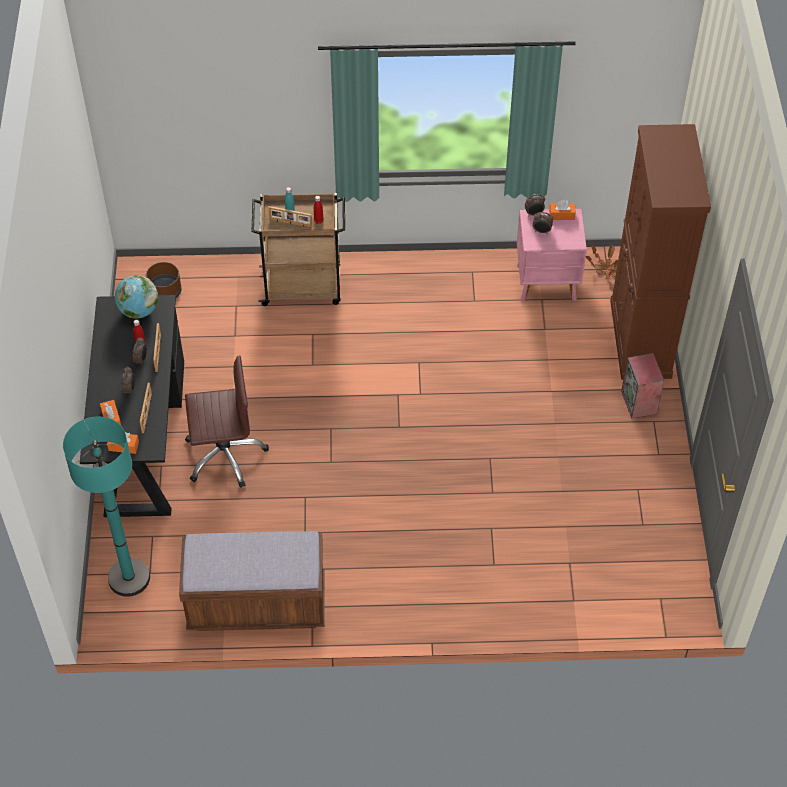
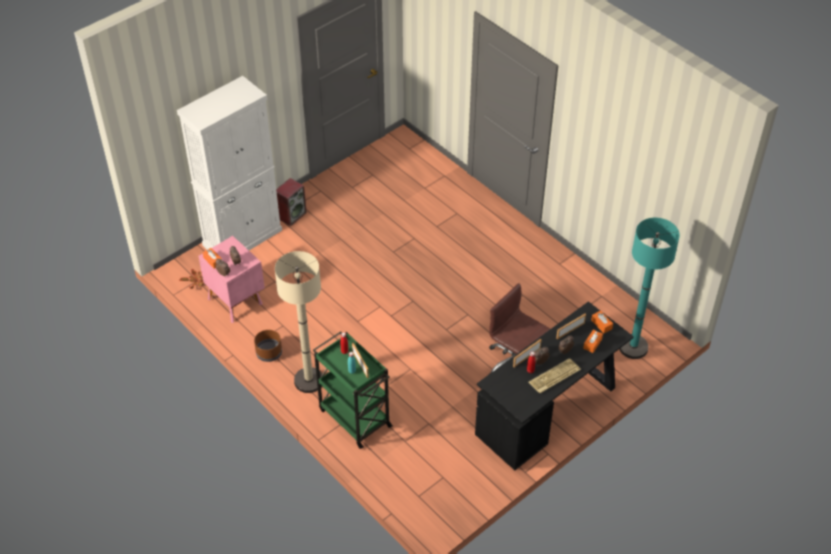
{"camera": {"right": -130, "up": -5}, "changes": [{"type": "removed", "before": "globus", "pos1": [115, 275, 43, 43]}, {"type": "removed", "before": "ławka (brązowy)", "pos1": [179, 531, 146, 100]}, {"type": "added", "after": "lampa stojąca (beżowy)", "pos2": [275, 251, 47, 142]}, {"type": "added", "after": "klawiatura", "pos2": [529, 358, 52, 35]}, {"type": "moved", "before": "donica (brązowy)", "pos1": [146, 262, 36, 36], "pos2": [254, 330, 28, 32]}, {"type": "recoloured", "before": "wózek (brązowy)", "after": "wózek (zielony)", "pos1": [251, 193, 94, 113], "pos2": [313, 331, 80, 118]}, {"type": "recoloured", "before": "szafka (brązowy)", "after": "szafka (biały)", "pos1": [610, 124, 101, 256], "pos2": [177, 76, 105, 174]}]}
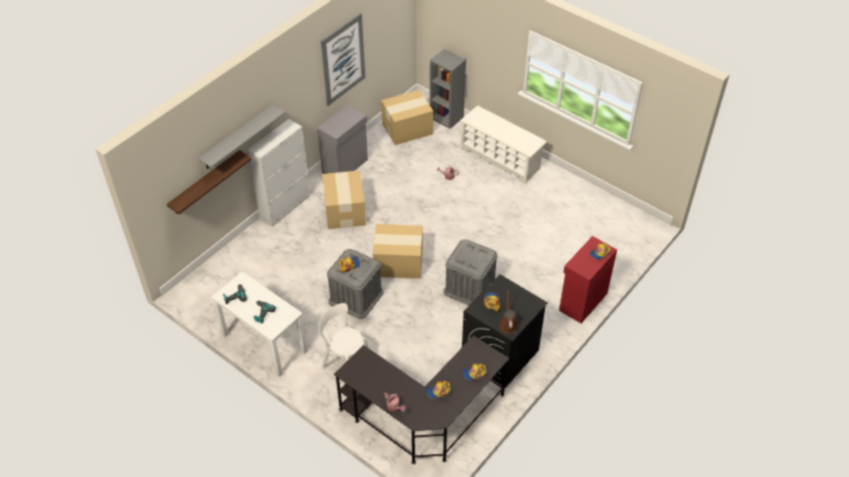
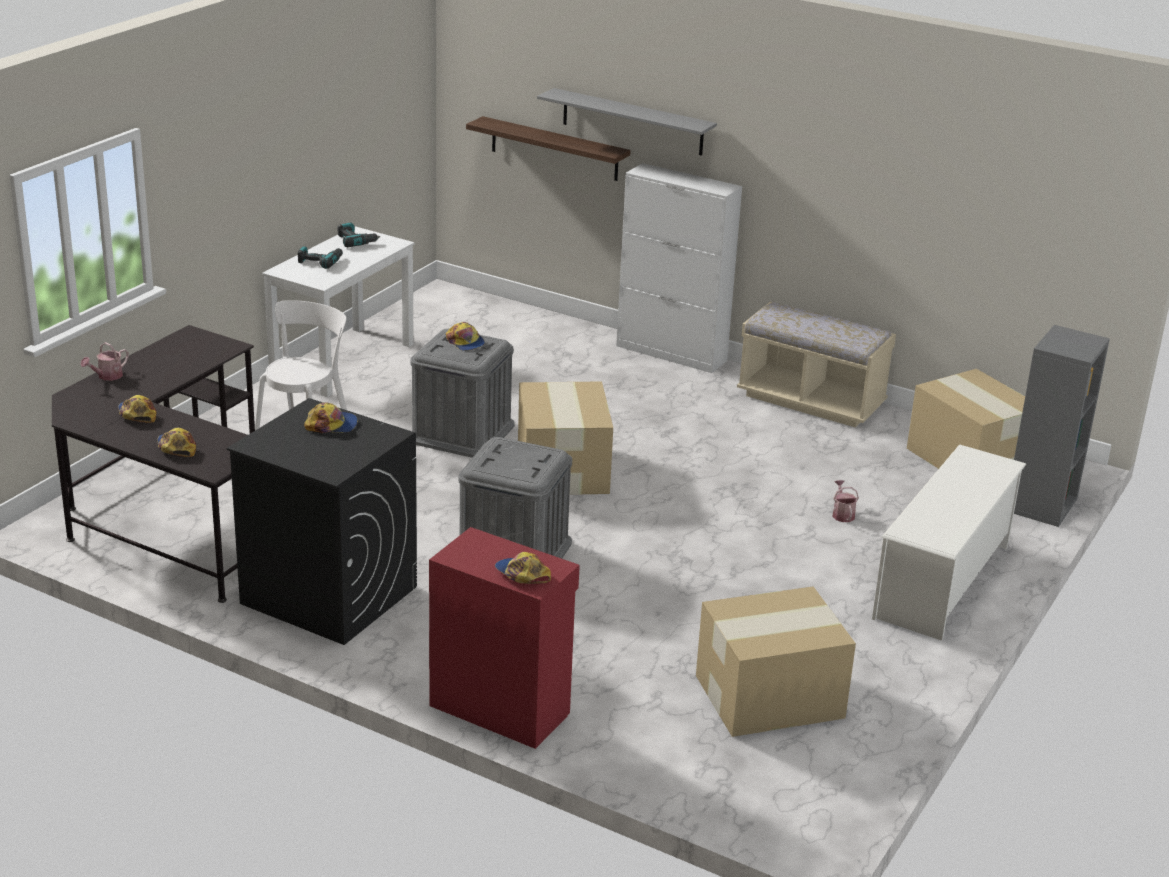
{"camera": {"right": 80, "up": -20}, "changes": [{"type": "removed", "before": "obraz", "pos1": [321, 13, 44, 93]}, {"type": "removed", "before": "konewka (brązowy)", "pos1": [499, 291, 19, 43]}, {"type": "moved", "before": "karton", "pos1": [322, 170, 44, 59], "pos2": [696, 586, 160, 151]}, {"type": "replaced", "before": "szafka (szary)", "after": "ławka (beżowy)", "pos1": [317, 105, 51, 69], "pos2": [737, 302, 159, 125]}]}
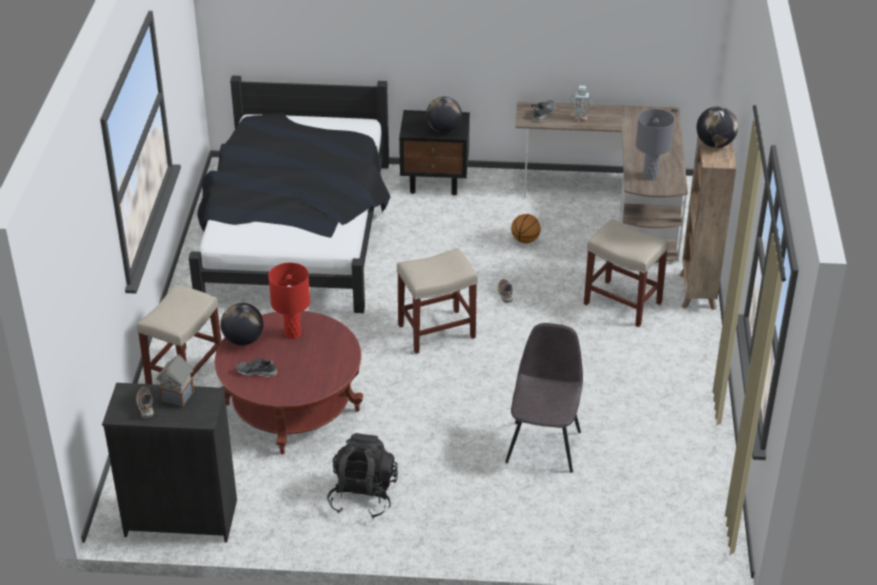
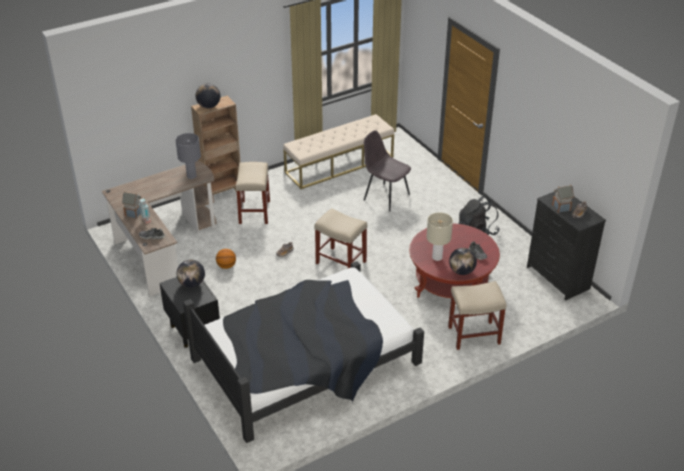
{"camera": {"right": -125, "up": 0}, "changes": [{"type": "added", "after": "domek", "pos2": [122, 192, 19, 27]}, {"type": "added", "after": "ławka (beżowy)", "pos2": [283, 114, 111, 75]}, {"type": "recoloured", "before": "lampa stołowa (czerwony)", "after": "lampa stołowa (beżowy)", "pos1": [268, 263, 42, 76], "pos2": [426, 212, 27, 49]}, {"type": "turned", "before": "krzesło (szary)", "pos1": [505, 323, 78, 150], "pos2": [364, 130, 47, 82], "turn": 60}]}
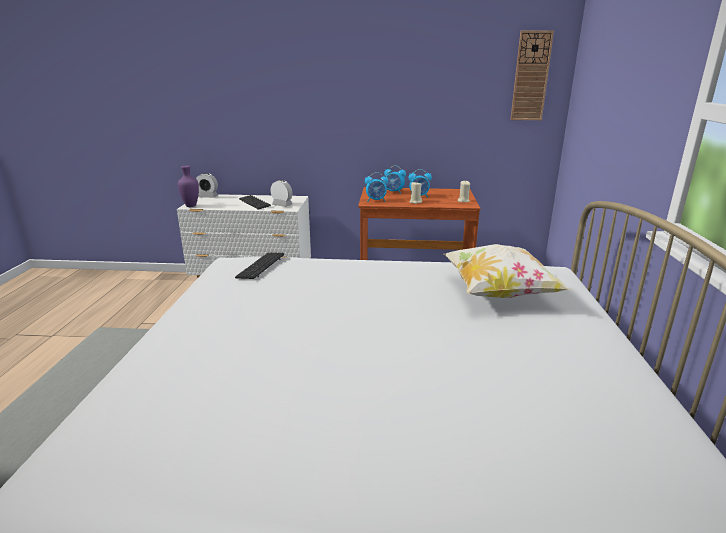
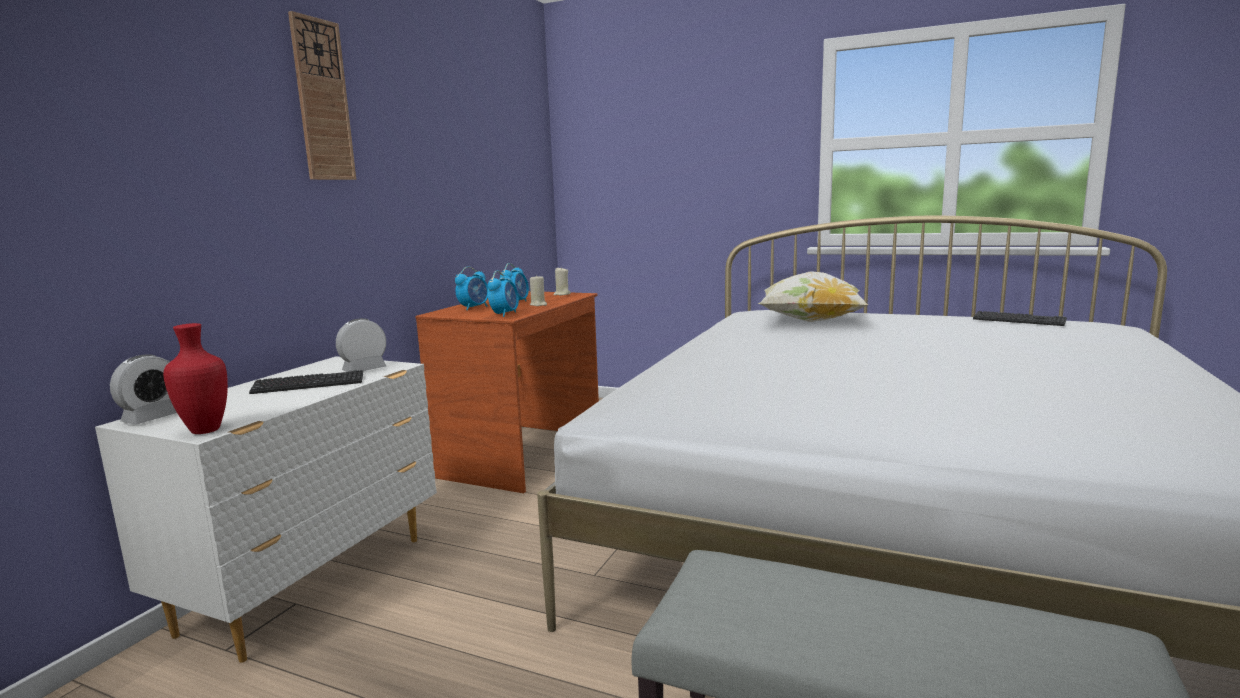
{"camera": {"right": -70, "up": -10}, "changes": [{"type": "moved", "before": "klawiatura", "pos1": [235, 252, 49, 27], "pos2": [973, 311, 94, 15]}, {"type": "moved", "before": "zegar ścienny", "pos1": [510, 30, 44, 90], "pos2": [288, 11, 68, 169]}, {"type": "recoloured", "before": "wazon (fioletowy)", "after": "wazon (czerwony)", "pos1": [178, 166, 21, 41], "pos2": [163, 323, 65, 111]}]}
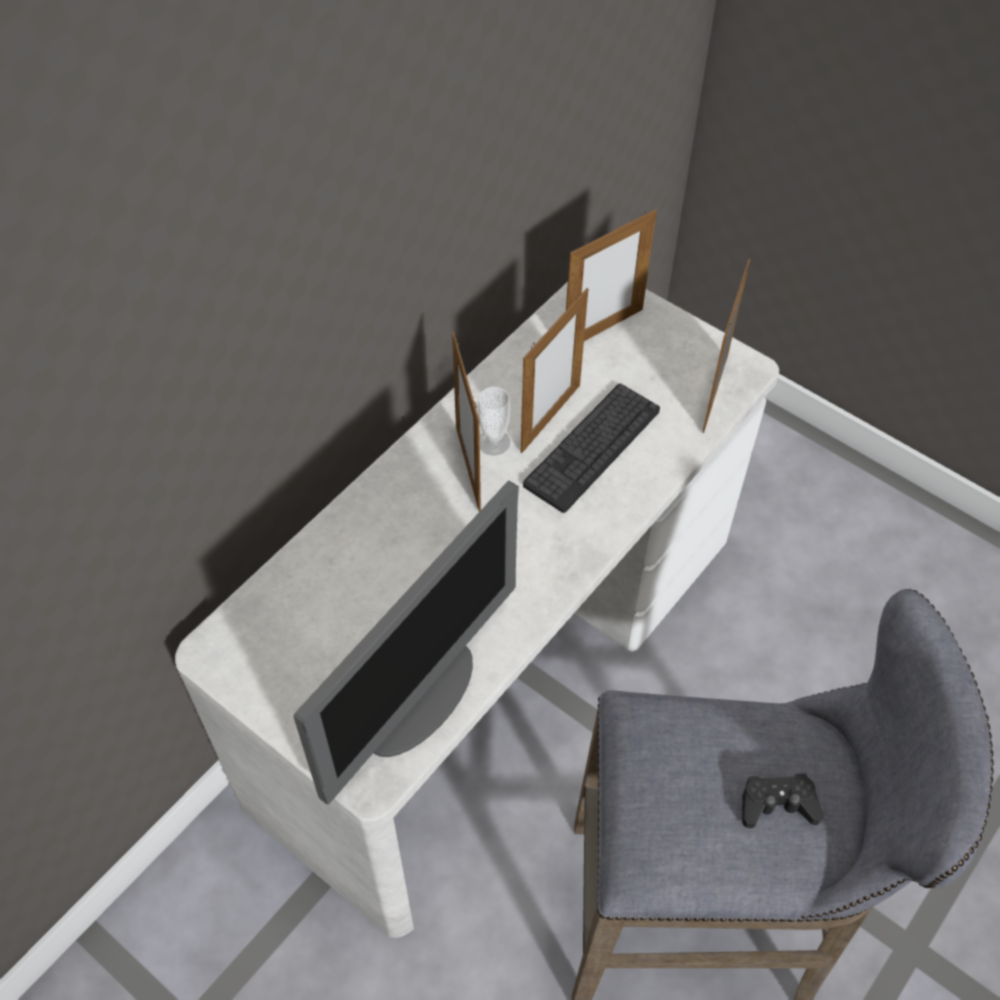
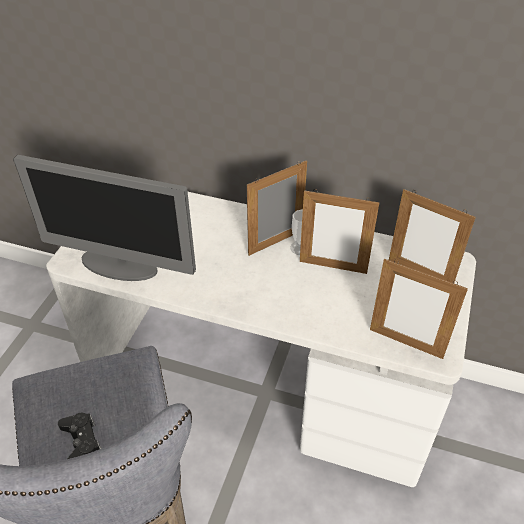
{"camera": {"right": 70, "up": -10}, "changes": [{"type": "removed", "before": "klawiatura", "pos1": [523, 384, 137, 129]}, {"type": "turned", "before": "ramka na zdjęcie", "pos1": [702, 259, 48, 174], "pos2": [370, 259, 98, 100], "turn": -150}]}
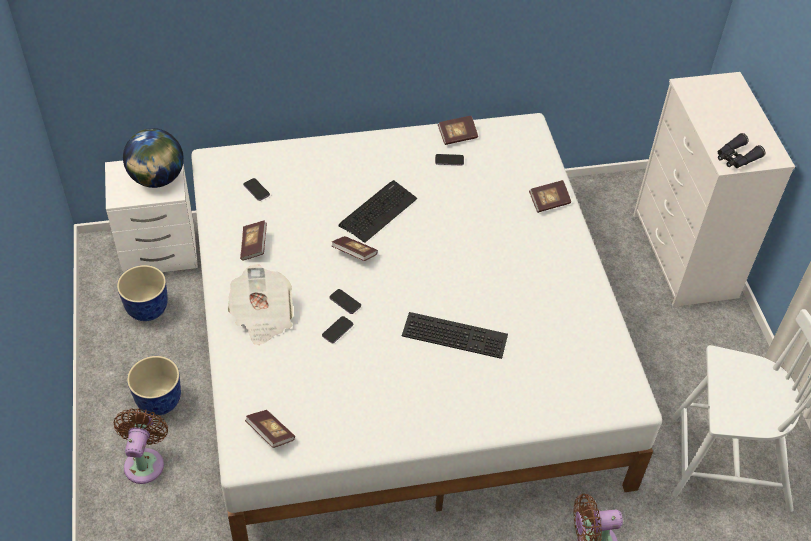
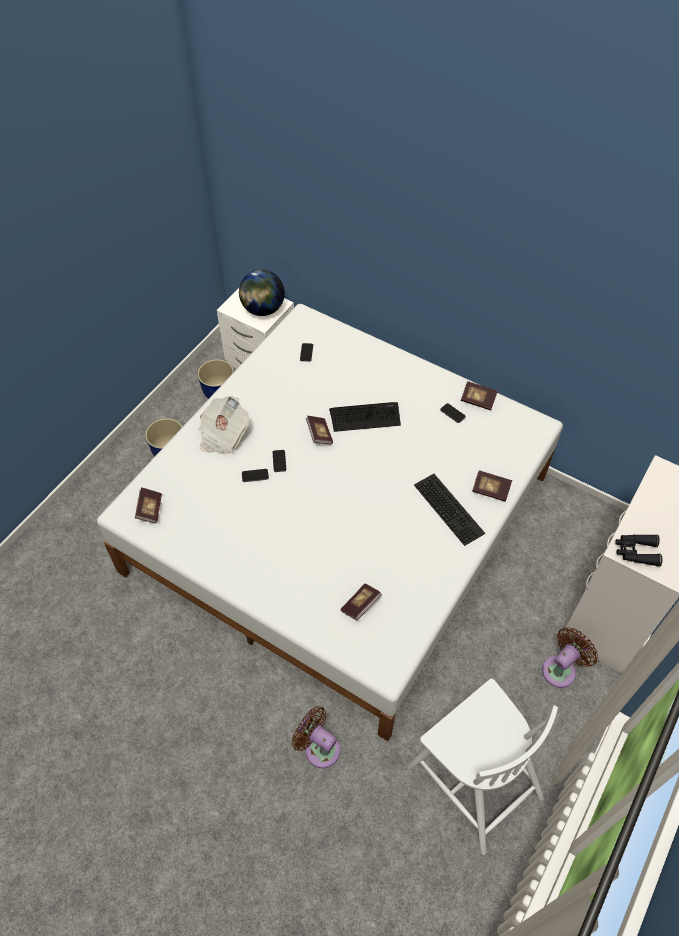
{"camera": {"right": 45, "up": 5}, "changes": [{"type": "moved", "before": "wentylator (brązowy)", "pos1": [114, 408, 54, 76], "pos2": [542, 627, 56, 61]}, {"type": "moved", "before": "książka", "pos1": [240, 220, 27, 41], "pos2": [340, 583, 42, 38]}, {"type": "moved", "before": "klawiatura", "pos1": [402, 312, 106, 47], "pos2": [414, 474, 71, 72]}]}
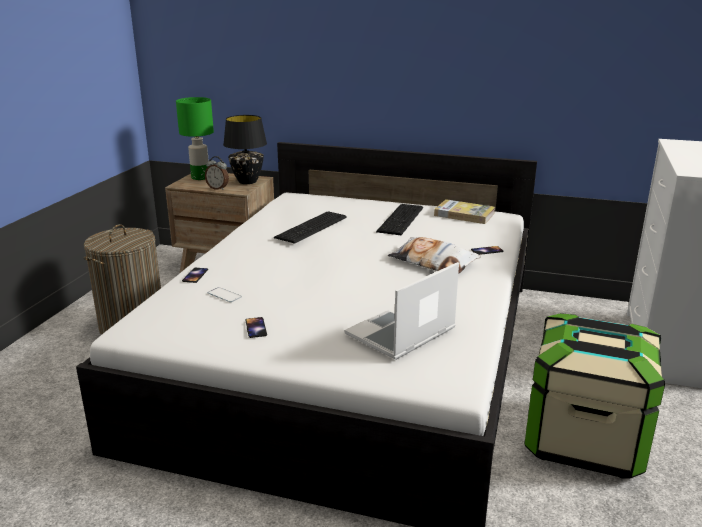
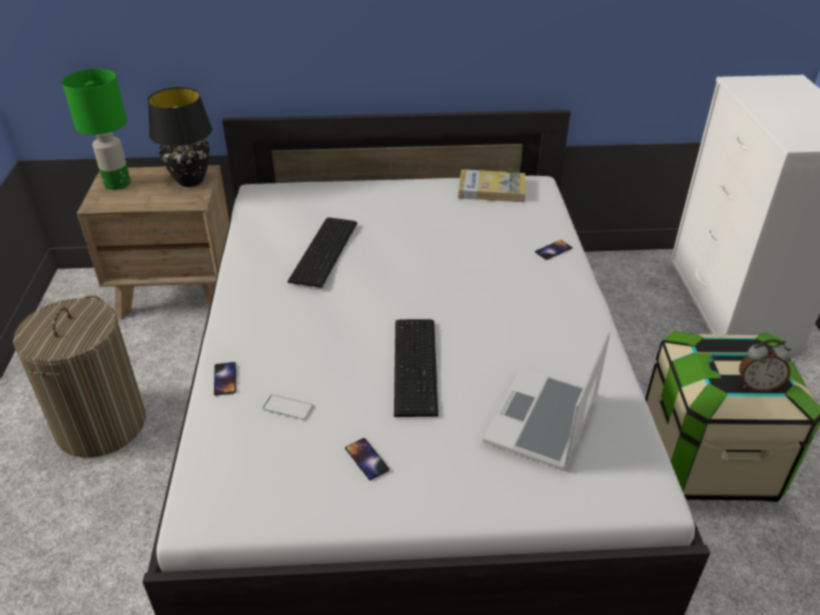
{"camera": {"right": -20, "up": 15}, "changes": [{"type": "removed", "before": "poduszka", "pos1": [388, 237, 93, 37]}, {"type": "moved", "before": "budzik", "pos1": [205, 156, 24, 34], "pos2": [739, 339, 53, 53]}, {"type": "moved", "before": "klawiatura", "pos1": [376, 204, 47, 31], "pos2": [394, 319, 44, 98]}]}
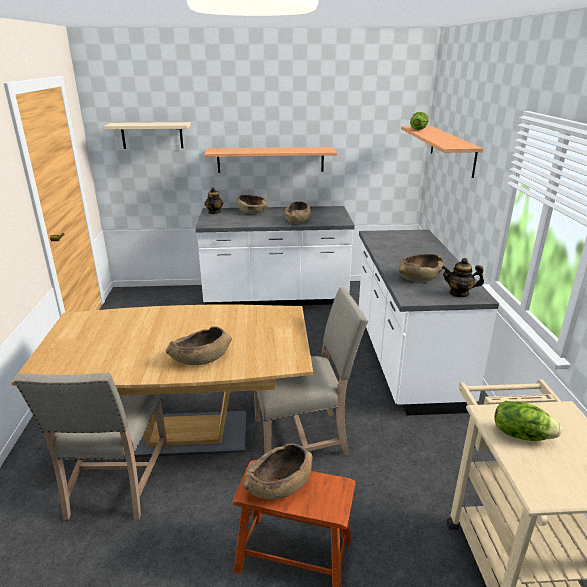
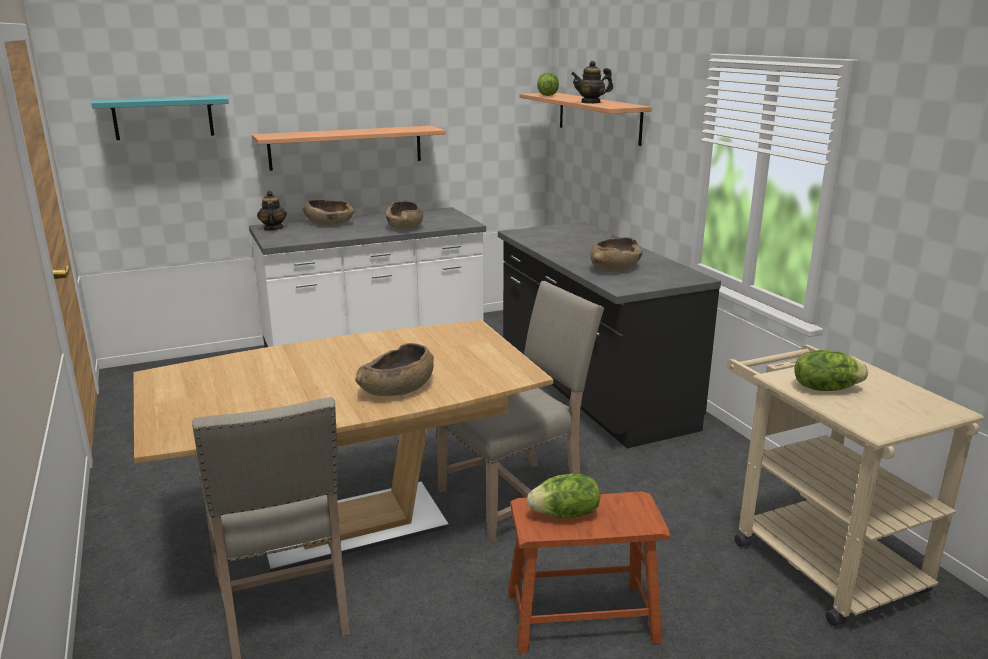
{"camera": {"right": -20, "up": -5}, "changes": [{"type": "moved", "before": "imbryk", "pos1": [442, 258, 42, 40], "pos2": [571, 61, 42, 43]}, {"type": "replaced", "before": "miska (brązowy)", "after": "sałata", "pos1": [243, 443, 70, 57], "pos2": [527, 473, 73, 45]}, {"type": "recoloured", "before": "półka (beżowy)", "after": "półka (turkusowy)", "pos1": [104, 122, 87, 27], "pos2": [91, 96, 138, 44]}, {"type": "recoloured", "before": "zabudowa kuchenna (biały)", "after": "zabudowa kuchenna (czarny)", "pos1": [359, 230, 140, 186], "pos2": [498, 222, 223, 226]}]}
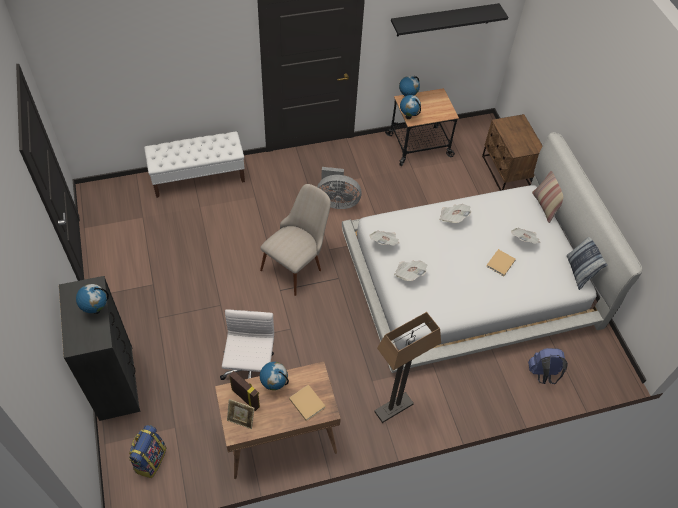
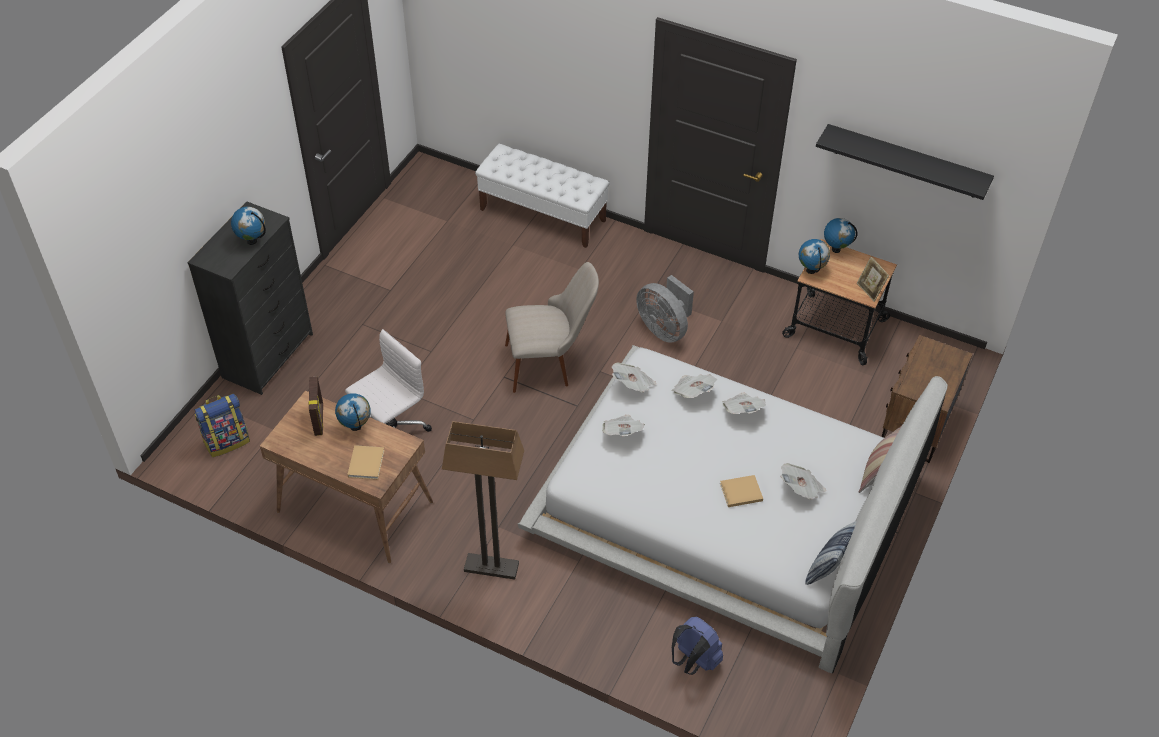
{"camera": {"right": 45, "up": -5}, "changes": [{"type": "added", "after": "gazeta", "pos2": [671, 374, 46, 24]}, {"type": "moved", "before": "ramka na zdjęcie", "pos1": [227, 399, 28, 30], "pos2": [857, 257, 32, 45]}]}
